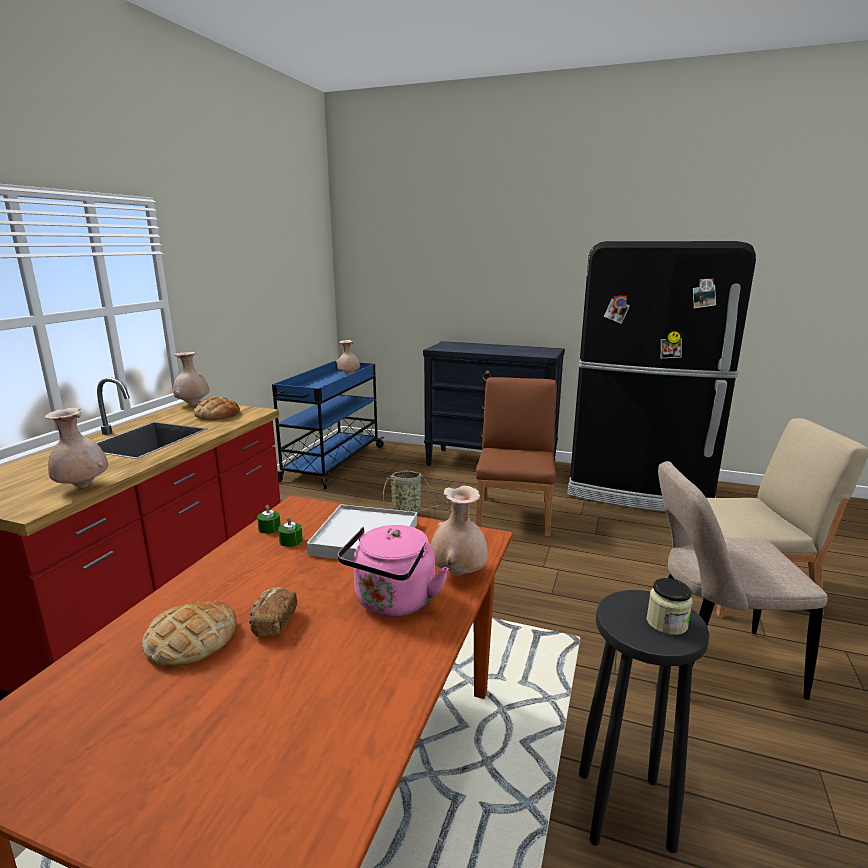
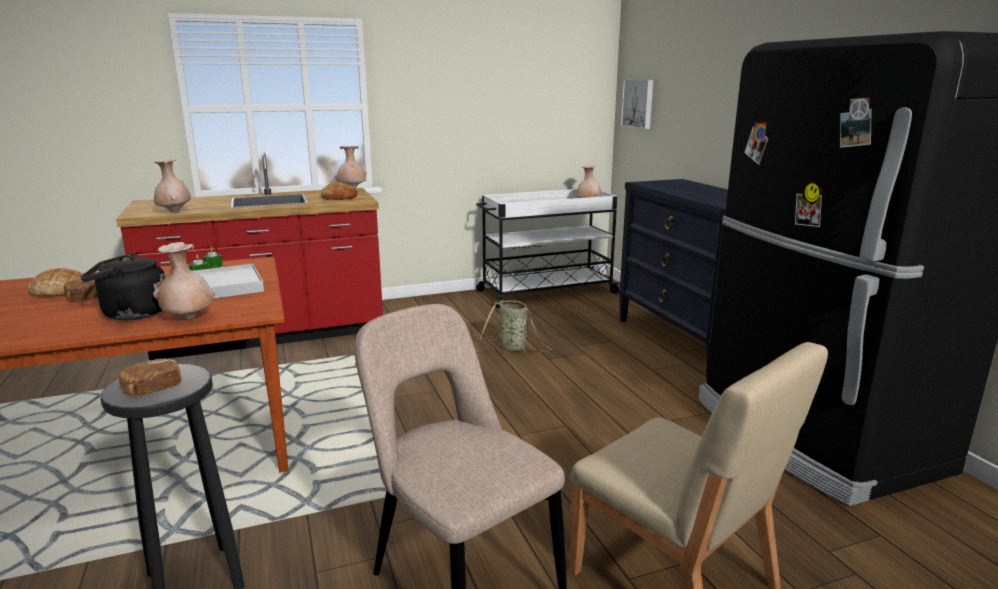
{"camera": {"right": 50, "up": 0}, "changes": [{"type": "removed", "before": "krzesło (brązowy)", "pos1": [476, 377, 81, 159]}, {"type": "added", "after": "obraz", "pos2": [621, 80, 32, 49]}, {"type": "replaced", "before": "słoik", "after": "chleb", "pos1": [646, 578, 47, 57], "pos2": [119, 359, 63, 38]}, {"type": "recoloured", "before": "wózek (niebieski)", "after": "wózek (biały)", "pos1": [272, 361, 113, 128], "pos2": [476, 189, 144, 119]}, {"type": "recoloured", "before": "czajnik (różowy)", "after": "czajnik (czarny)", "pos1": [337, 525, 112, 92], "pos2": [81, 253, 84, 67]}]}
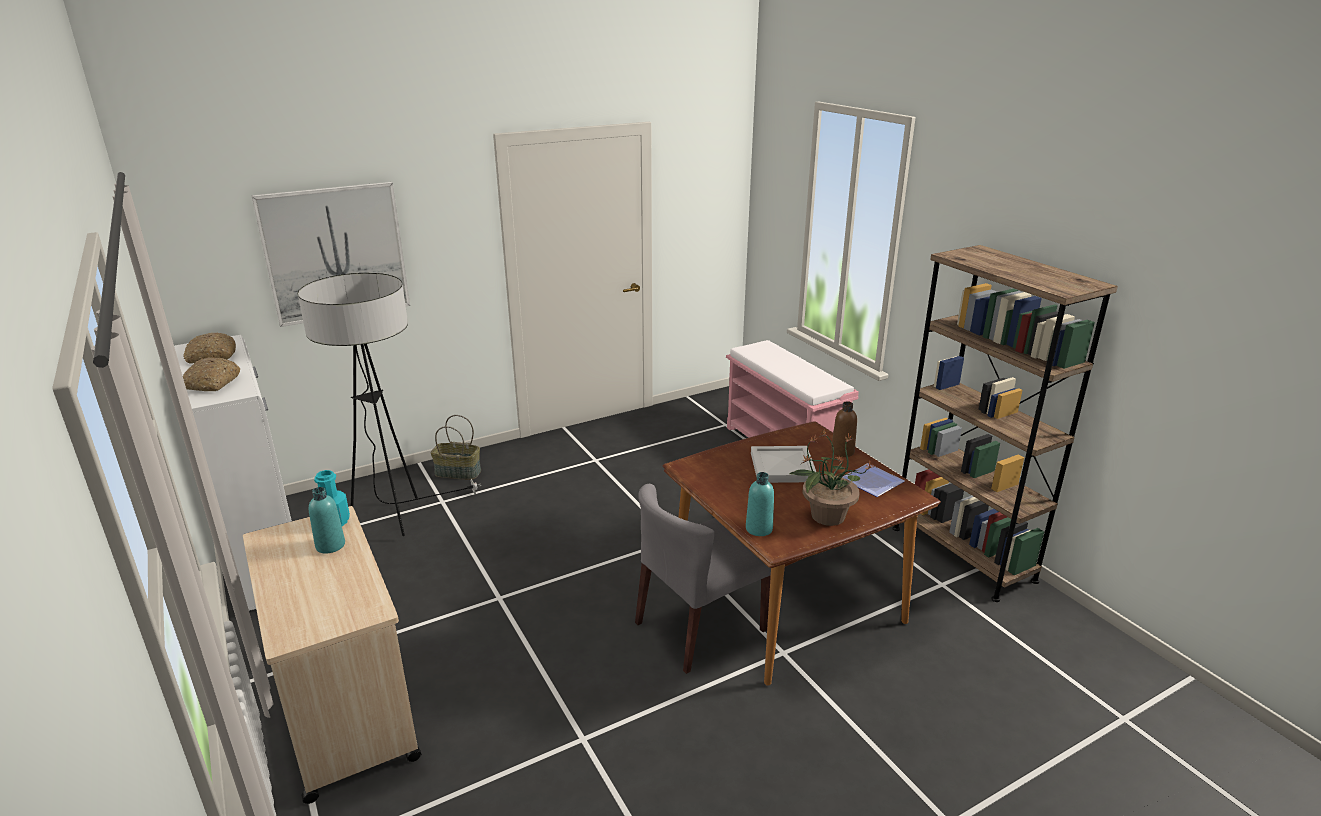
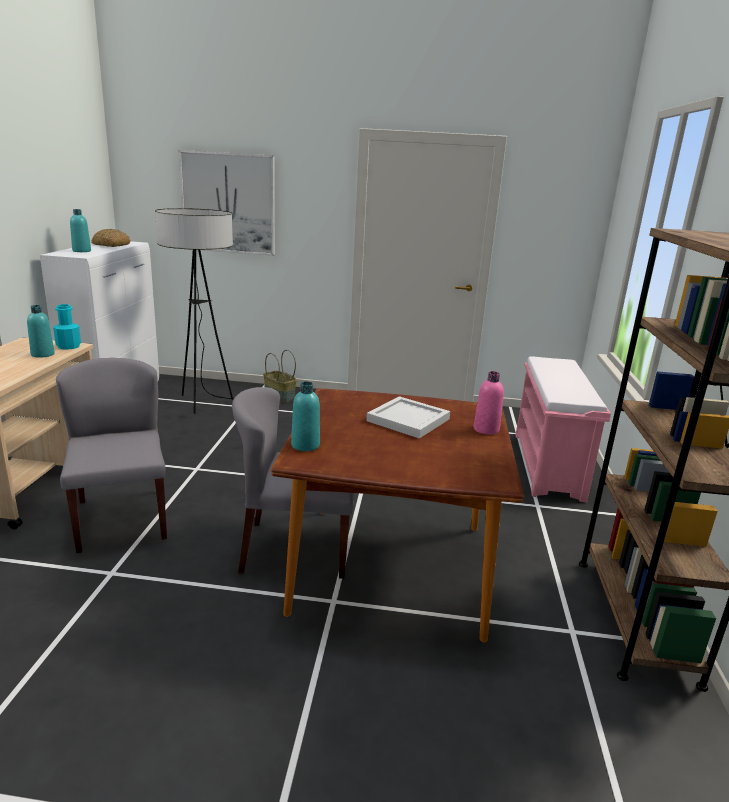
{"camera": {"right": 35, "up": -5}, "changes": [{"type": "removed", "before": "roślina doniczkowa", "pos1": [789, 429, 85, 97]}, {"type": "removed", "before": "talerz", "pos1": [842, 463, 63, 34]}, {"type": "added", "after": "krzesło (szary)", "pos2": [56, 358, 111, 195]}, {"type": "replaced", "before": "chleb", "after": "butelka (turkusowy)", "pos1": [183, 357, 57, 34], "pos2": [70, 209, 21, 43]}, {"type": "recoloured", "before": "butelka (brązowy)", "after": "butelka (różowy)", "pos1": [831, 401, 26, 56], "pos2": [474, 371, 30, 64]}]}
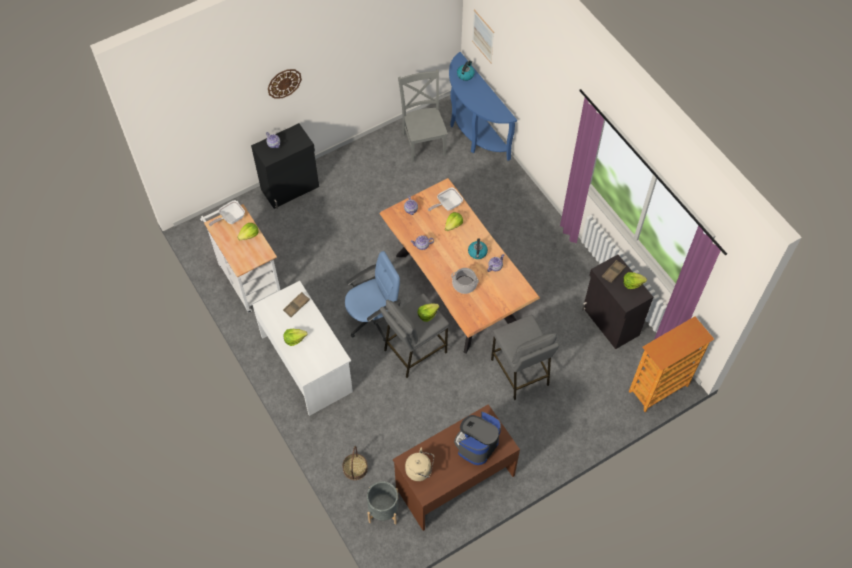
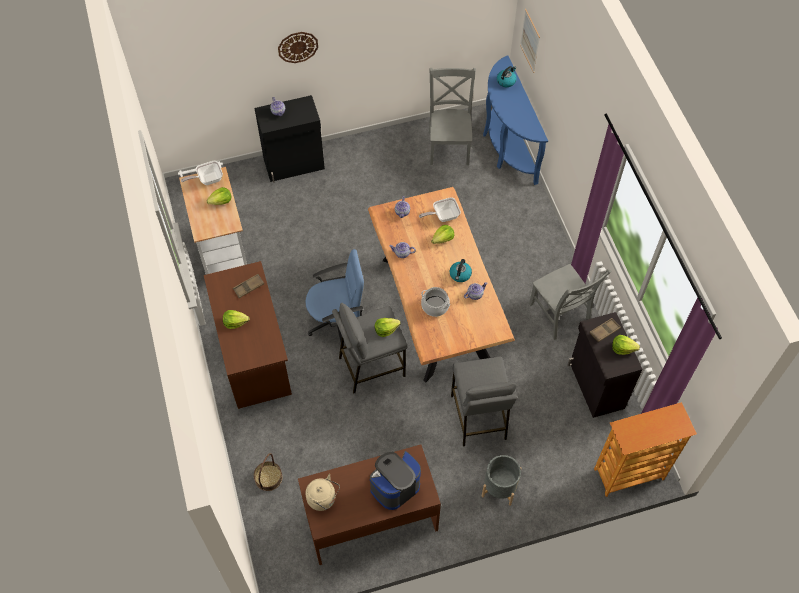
{"camera": {"right": 15, "up": 0}, "changes": [{"type": "added", "after": "krzesło (szary)", "pos2": [529, 264, 83, 76]}, {"type": "moved", "before": "donica (szary)", "pos1": [367, 481, 31, 44], "pos2": [481, 455, 40, 51]}, {"type": "recoloured", "before": "biurko (biały)", "after": "biurko (brązowy)", "pos1": [253, 281, 100, 135], "pos2": [204, 261, 88, 148]}]}
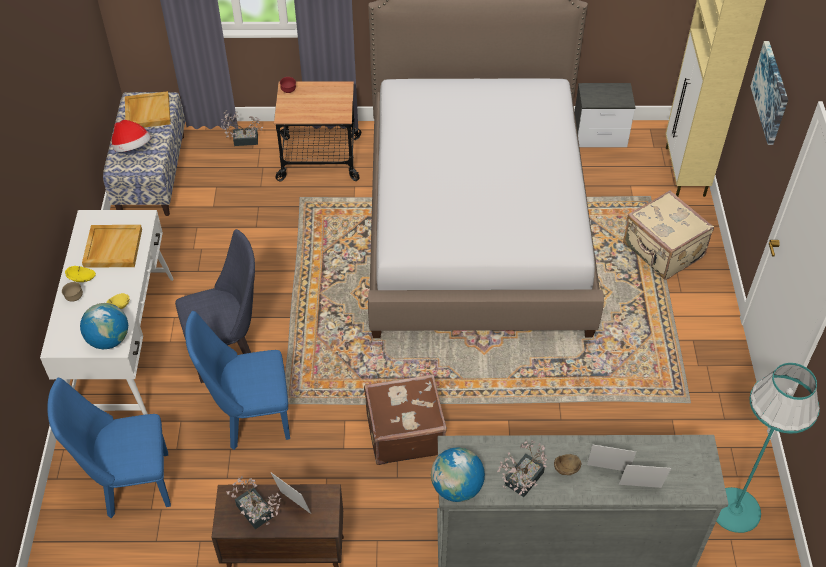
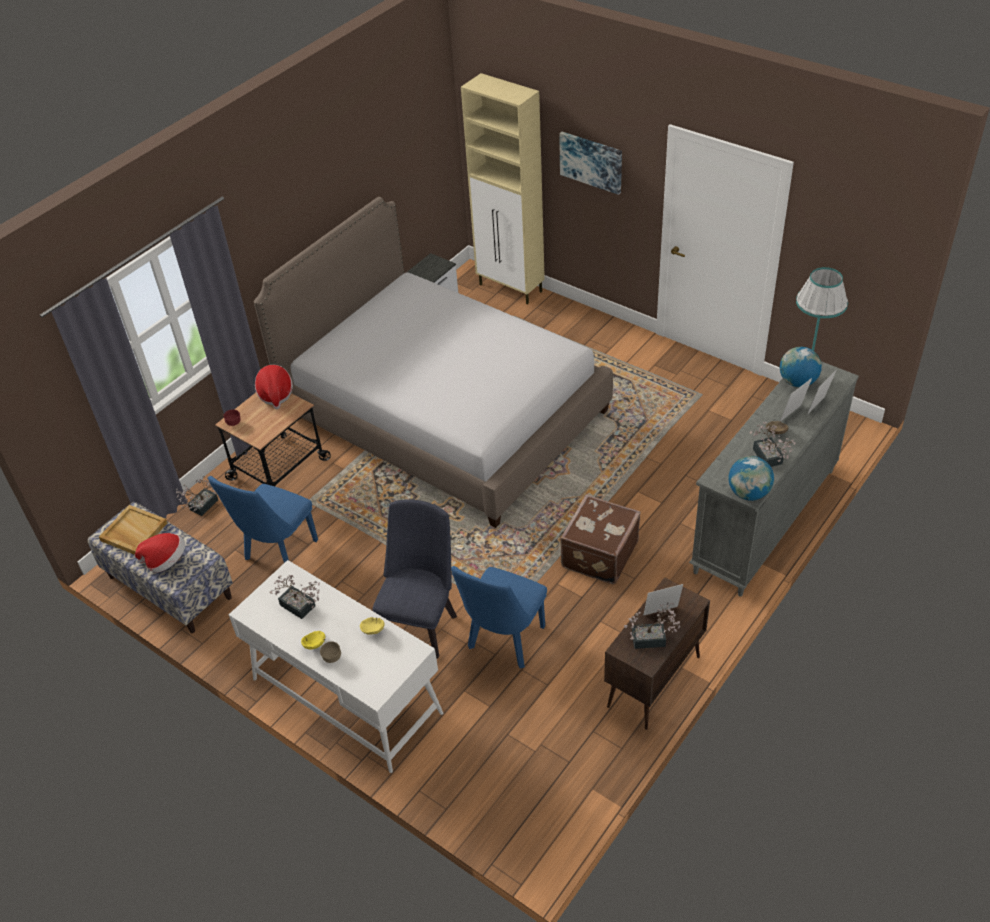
{"camera": {"right": -50, "up": -5}, "changes": [{"type": "removed", "before": "walizka (beżowy)", "pos1": [623, 190, 91, 90]}, {"type": "added", "after": "kapelusz", "pos2": [255, 365, 38, 44]}, {"type": "moved", "before": "krzesło (niebieski)", "pos1": [47, 378, 124, 140], "pos2": [208, 476, 110, 87]}, {"type": "moved", "before": "globus", "pos1": [80, 303, 48, 46], "pos2": [780, 347, 42, 40]}, {"type": "replaced", "before": "taca (beżowy)", "after": "roślina doniczkowa", "pos1": [82, 225, 60, 42], "pos2": [270, 575, 49, 44]}]}
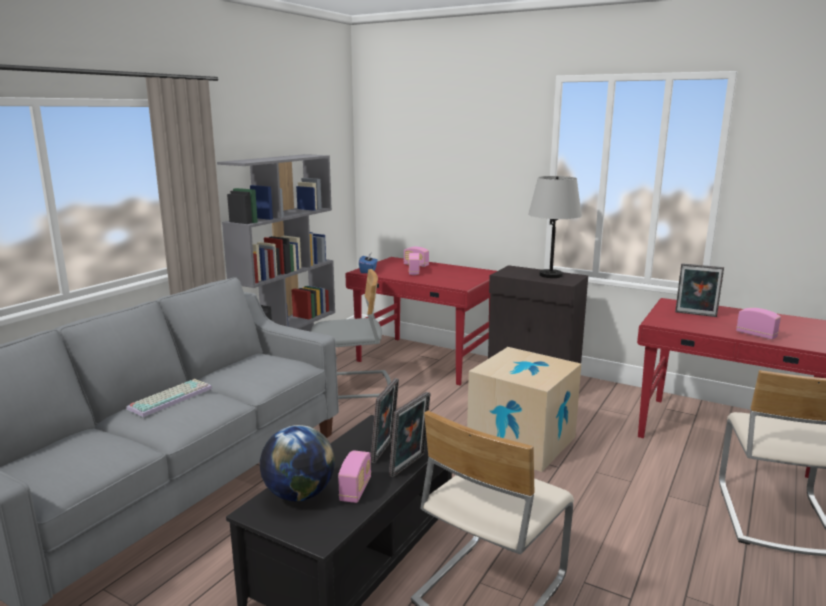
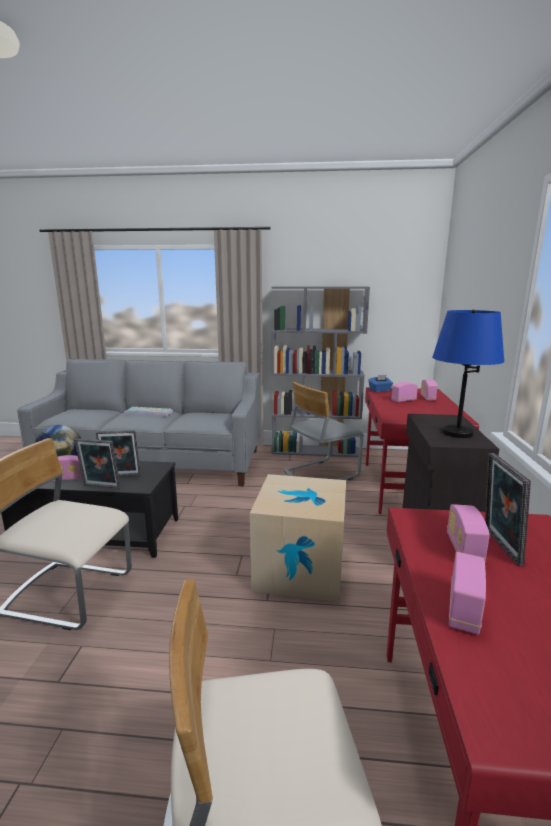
{"camera": {"right": 65, "up": 0}, "changes": [{"type": "added", "after": "radio", "pos2": [447, 504, 43, 57]}, {"type": "recoloured", "before": "lampa stołowa (szary)", "after": "lampa stołowa (niebieski)", "pos1": [528, 176, 54, 102], "pos2": [432, 310, 72, 128]}, {"type": "turned", "before": "krzesło (szary)", "pos1": [311, 269, 80, 130], "pos2": [284, 382, 80, 98], "turn": 90}]}
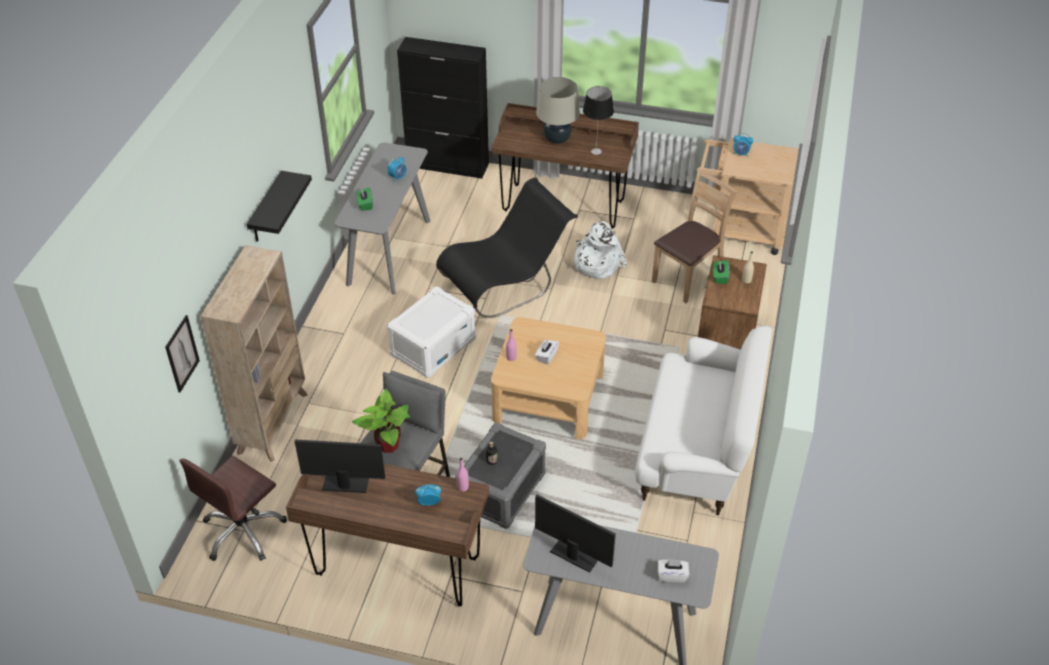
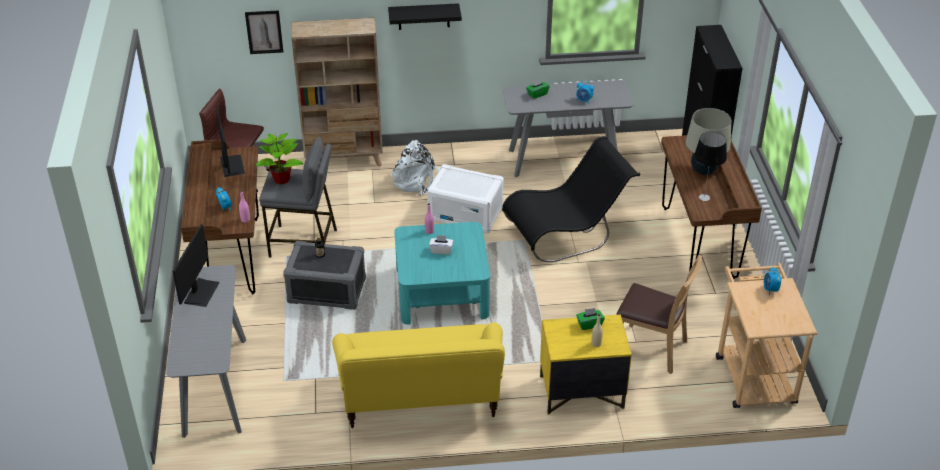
{"camera": {"right": 70, "up": -5}, "changes": [{"type": "removed", "before": "pudełko chusteczek (biały)", "pos1": [658, 559, 31, 24]}, {"type": "moved", "before": "plecak (biały)", "pos1": [574, 221, 53, 58], "pos2": [392, 140, 48, 56]}, {"type": "recoloured", "before": "ława (beżowy)", "after": "ława (turkusowy)", "pos1": [491, 317, 115, 122], "pos2": [394, 222, 96, 102]}, {"type": "recoloured", "before": "kanapa (biały)", "after": "kanapa (żółty)", "pos1": [635, 326, 137, 189], "pos2": [332, 322, 173, 106]}, {"type": "recoloured", "before": "szafka nocna (brązowy)", "after": "szafka nocna (żółty)", "pos1": [698, 255, 69, 95], "pos2": [540, 314, 92, 101]}, {"type": "turned", "before": "krzesło (czarny)", "pos1": [436, 178, 142, 140], "pos2": [502, 136, 138, 126], "turn": -60}]}
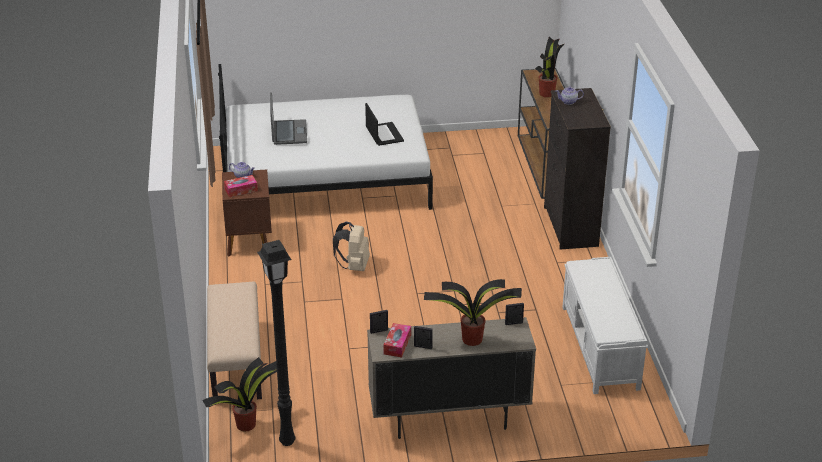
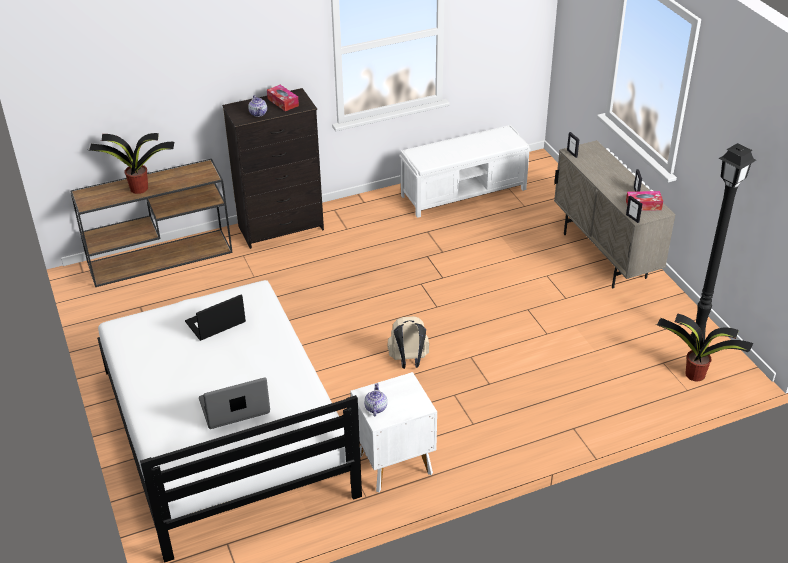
{"camera": {"right": -105, "up": 5}, "changes": [{"type": "removed", "before": "ławka (beżowy)", "pos1": [207, 282, 55, 117]}, {"type": "removed", "before": "roślina doniczkowa", "pos1": [424, 279, 98, 67]}, {"type": "moved", "before": "pudełko chusteczek", "pos1": [224, 175, 34, 22], "pos2": [267, 85, 32, 26]}, {"type": "recoloured", "before": "szafka nocna (brązowy)", "after": "szafka nocna (biały)", "pos1": [222, 169, 50, 87], "pos2": [350, 372, 87, 121]}]}
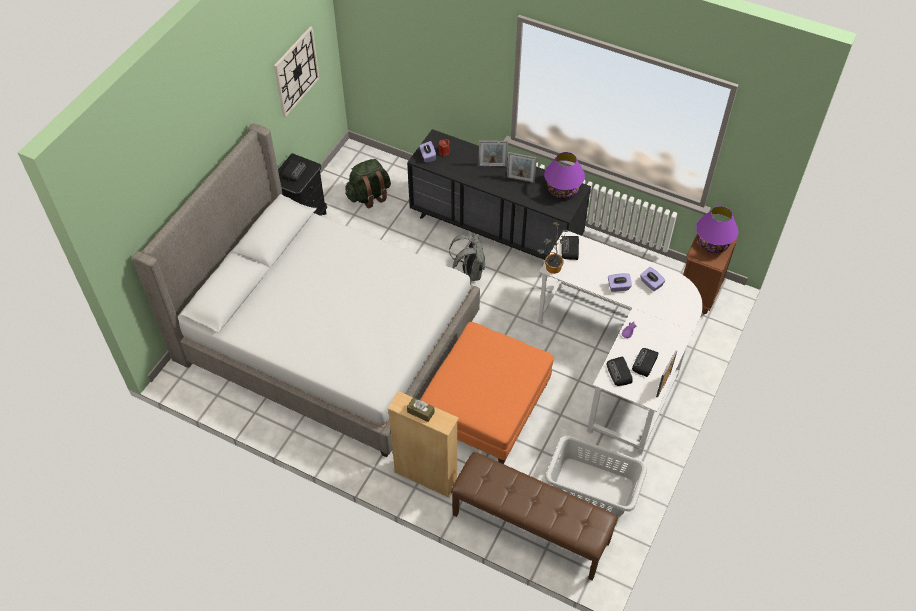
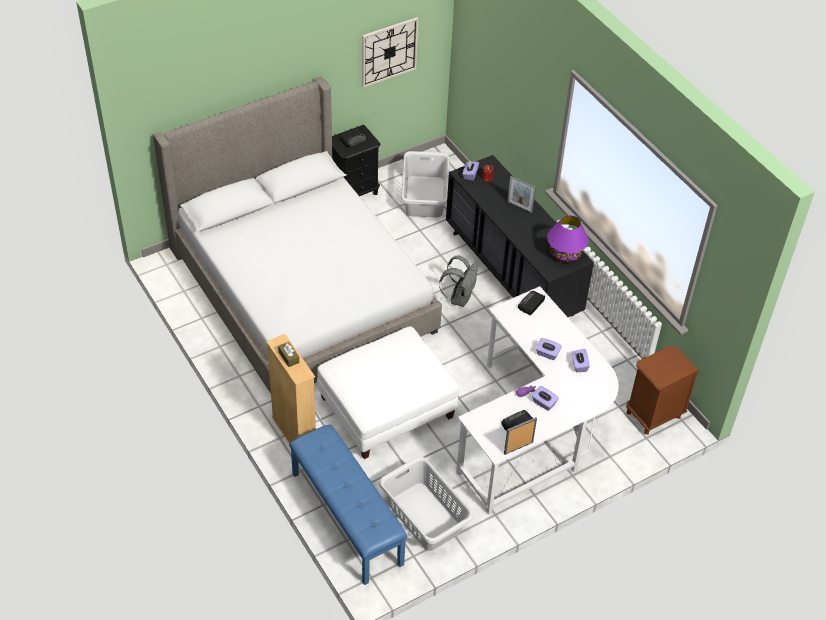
{"camera": {"right": 30, "up": -5}, "changes": [{"type": "removed", "before": "ramka na zdjęcie", "pos1": [507, 152, 30, 31]}, {"type": "removed", "before": "roślina doniczkowa", "pos1": [537, 222, 32, 52]}, {"type": "removed", "before": "radio", "pos1": [606, 356, 27, 30]}, {"type": "removed", "before": "lampa stołowa (fioletowy)", "pos1": [696, 206, 42, 47]}, {"type": "added", "after": "pudełko chusteczek (fioletowy)", "pos2": [532, 386, 27, 25]}, {"type": "replaced", "before": "plecak (zielony)", "after": "kosz na pranie (szary)", "pos1": [345, 159, 46, 50], "pos2": [401, 151, 49, 66]}, {"type": "recoloured", "before": "pufa (pomarańczowy)", "after": "pufa (biały)", "pos1": [420, 322, 134, 142], "pos2": [317, 326, 142, 133]}, {"type": "recoloured", "before": "ławka (brązowy)", "after": "ławka (niebieski)", "pos1": [451, 452, 167, 129], "pos2": [289, 425, 118, 160]}]}
